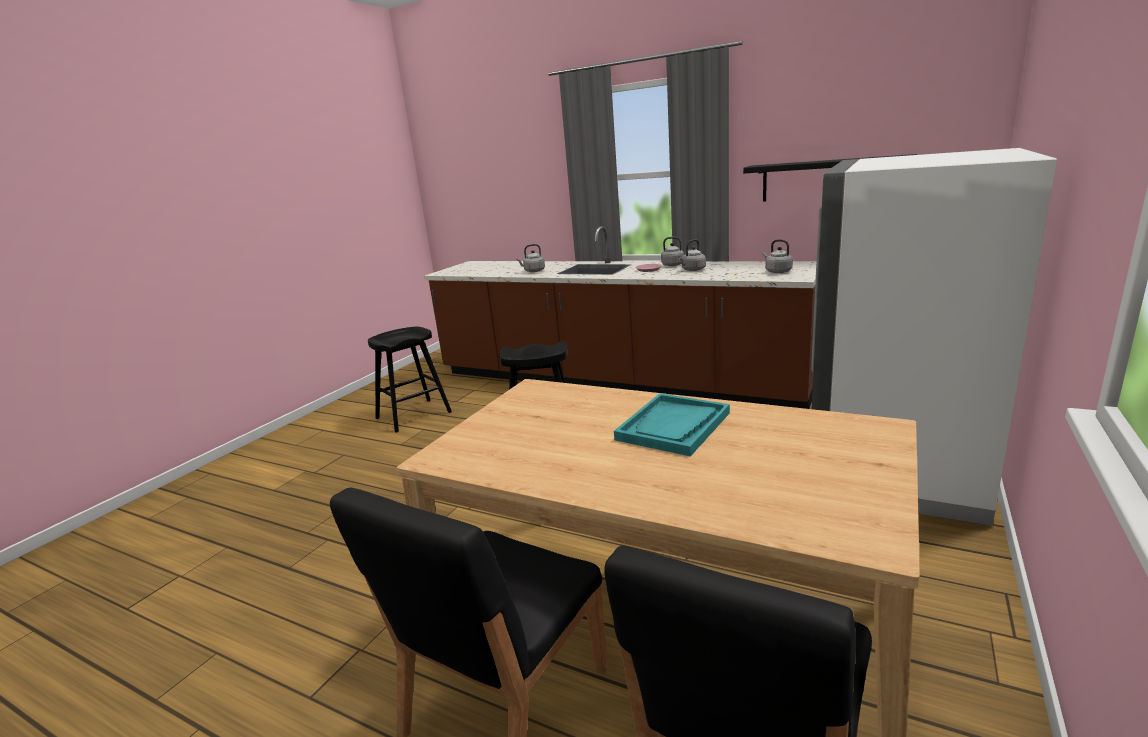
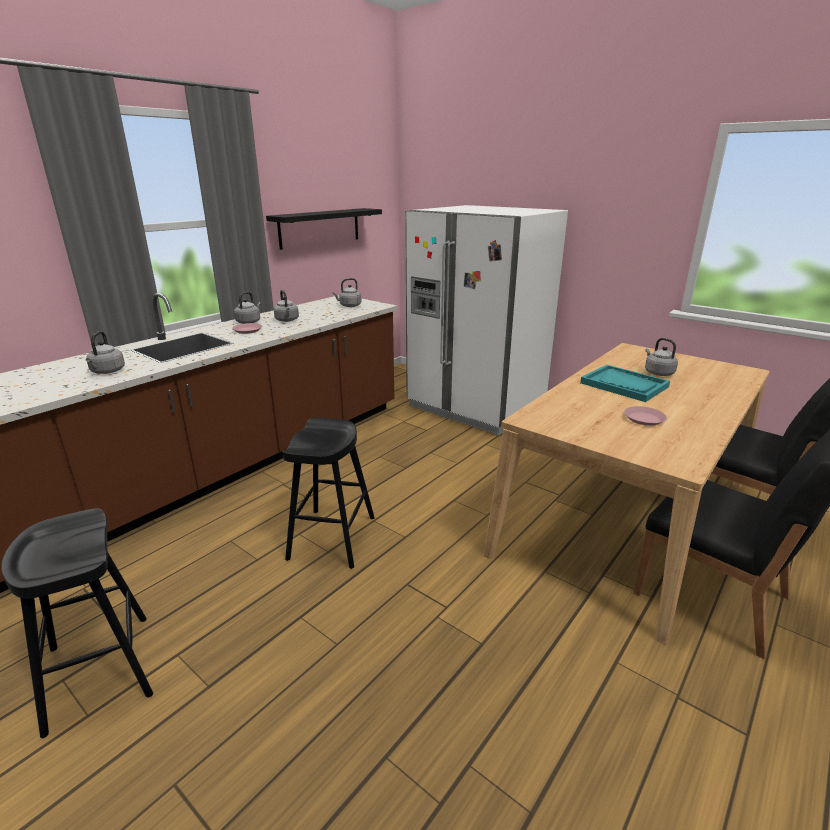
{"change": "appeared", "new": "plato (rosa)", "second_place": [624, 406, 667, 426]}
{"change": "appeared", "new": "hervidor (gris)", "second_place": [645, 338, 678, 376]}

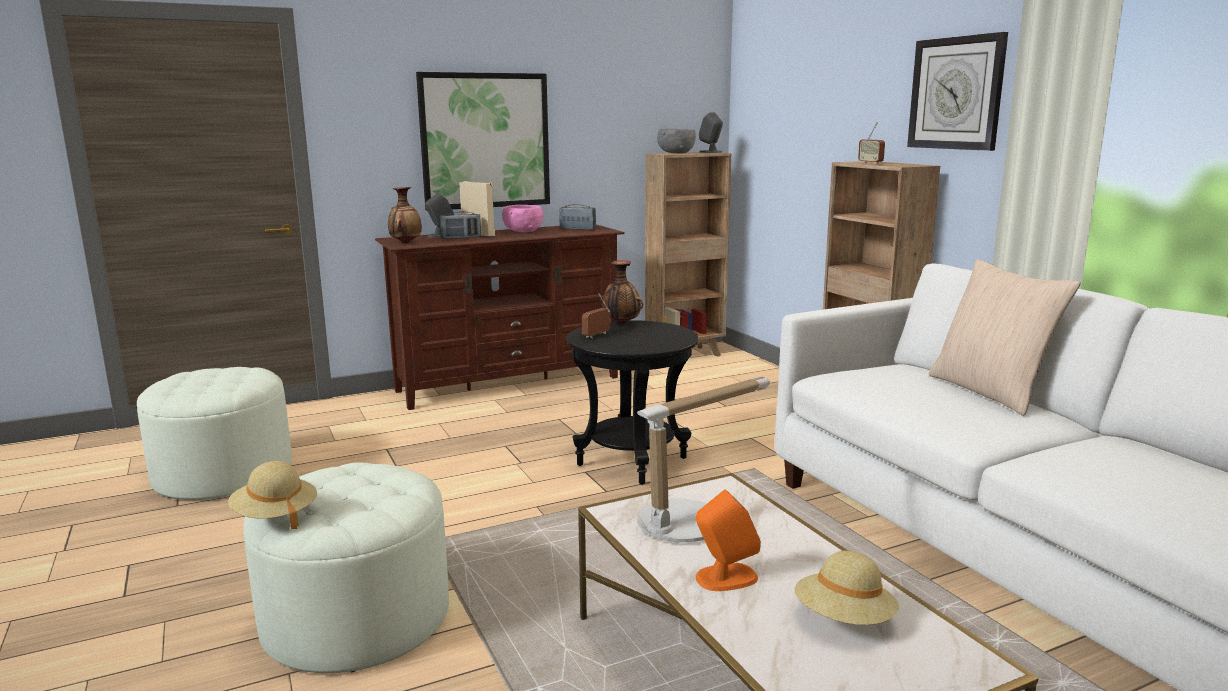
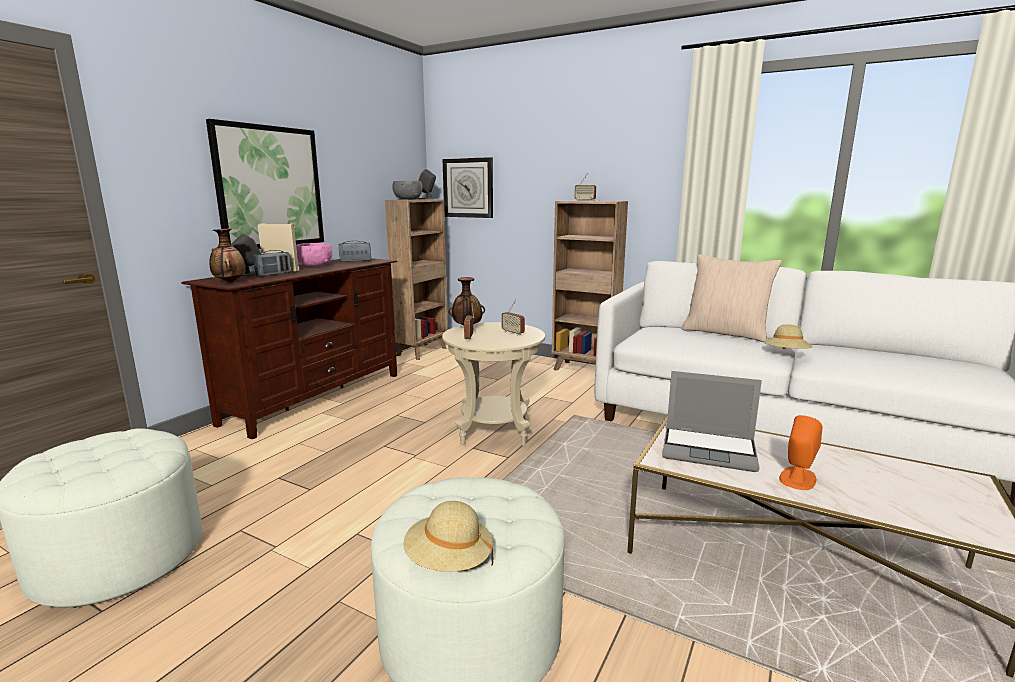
{"change": "colour", "old": "mesa auxiliar (negro)", "new": "mesa auxiliar (beis)", "first_place": [566, 320, 698, 485], "second_place": [442, 322, 545, 446]}
{"change": "exchanged", "old": "lámpara de mesa", "new": "portátil", "first_place": [637, 376, 770, 542], "second_place": [662, 371, 762, 472]}
{"change": "relocated", "old": "sombrero (beis)", "first_place": [795, 551, 899, 625], "second_place": [764, 324, 812, 349]}
{"change": "relocated", "old": "reloj de pared", "first_place": [907, 32, 1008, 151], "second_place": [442, 157, 493, 218]}
{"change": "appeared", "new": "radio", "second_place": [502, 300, 525, 335]}

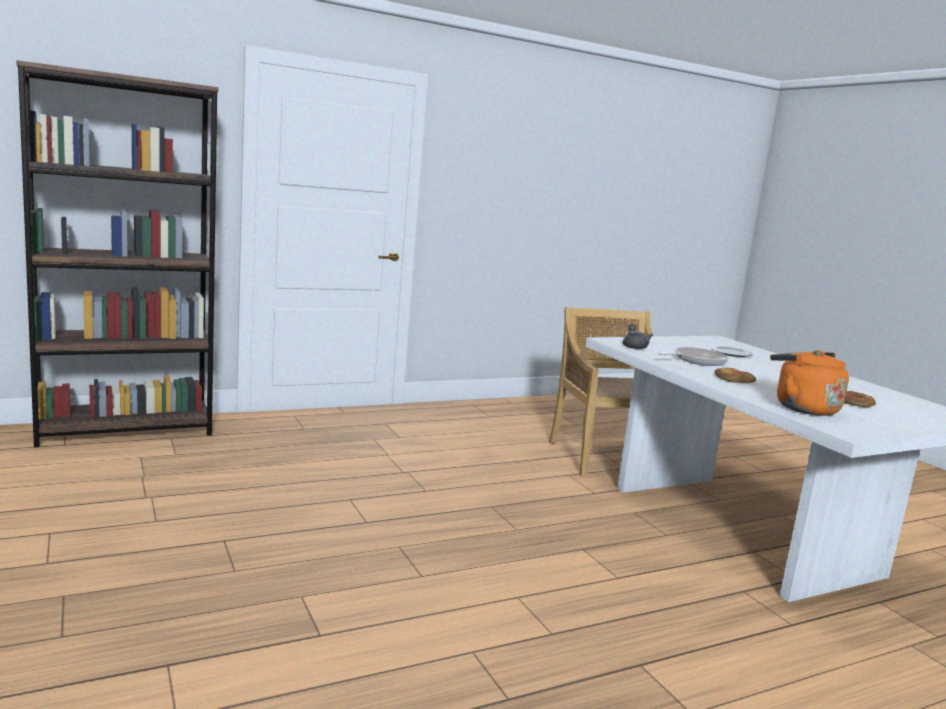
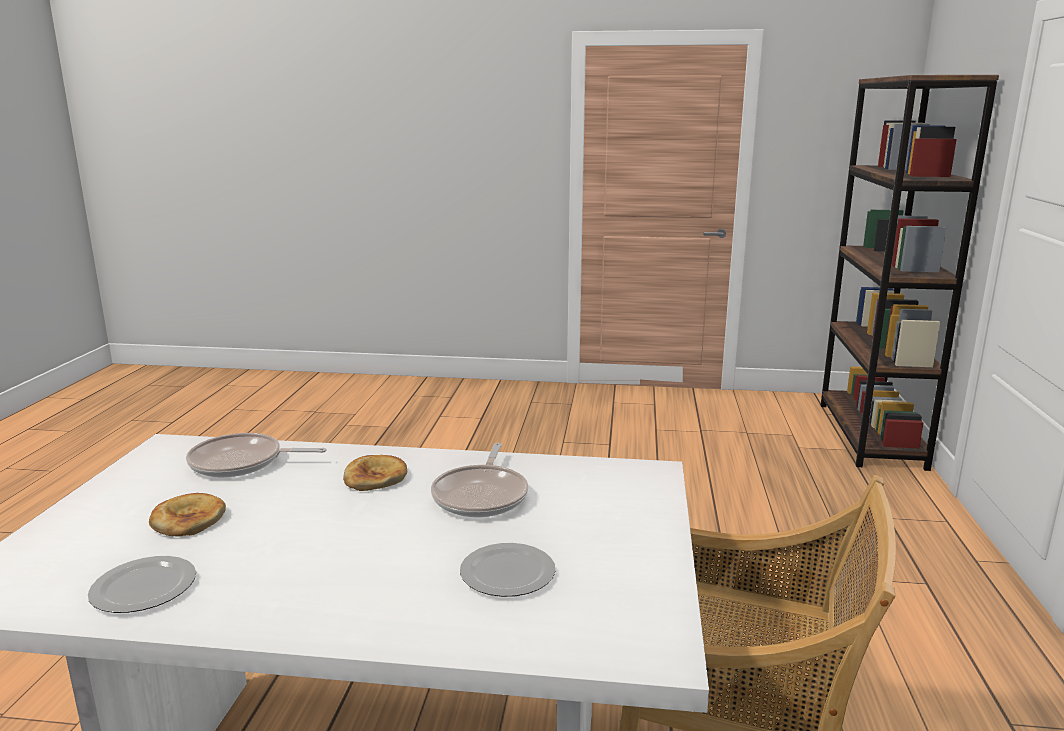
{"change": "missing", "old": "tetera (gris)", "first_place": [623, 324, 653, 349]}
{"change": "exchanged", "old": "hervidor (naranja)", "new": "sartén", "first_place": [770, 350, 849, 416], "second_place": [186, 433, 327, 478]}
{"change": "appeared", "new": "plato", "second_place": [88, 556, 196, 613]}

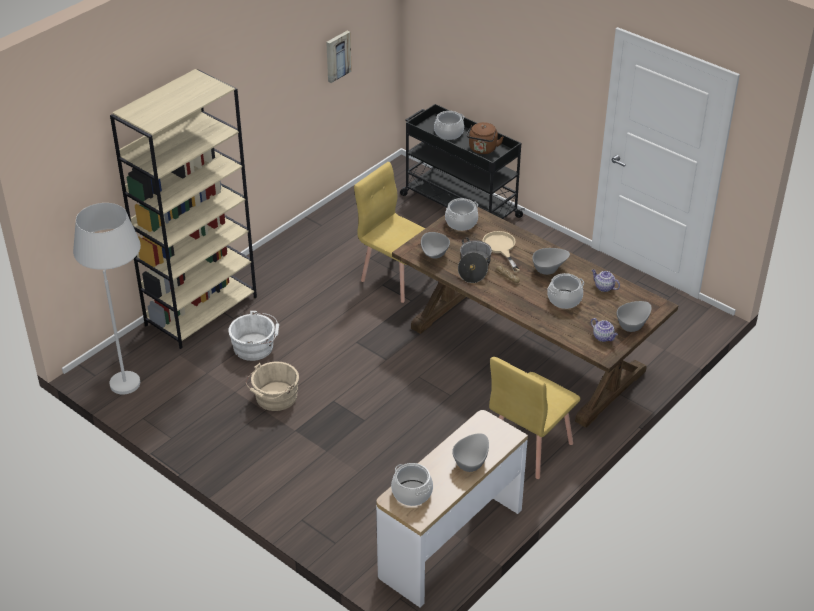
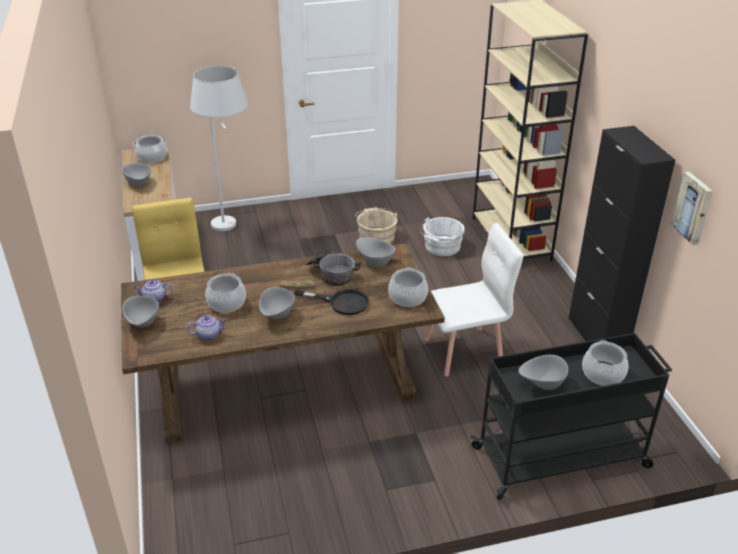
{"change": "relocated", "old": "lámpara de pie (blanco)", "first_place": [73, 203, 141, 394], "second_place": [190, 66, 248, 231]}
{"change": "colour", "old": "silla (amarillo)", "new": "silla (blanco)", "first_place": [354, 162, 426, 303], "second_place": [425, 223, 523, 377]}
{"change": "exchanged", "old": "hervidor (marrón)", "new": "cuenco (gris)", "first_place": [467, 122, 504, 154], "second_place": [519, 355, 568, 390]}
{"change": "colour", "old": "sartén (beis)", "new": "sartén (negro)", "first_place": [482, 231, 520, 272], "second_place": [294, 289, 369, 315]}
{"change": "appeared", "new": "armario (negro)", "second_place": [569, 126, 675, 341]}

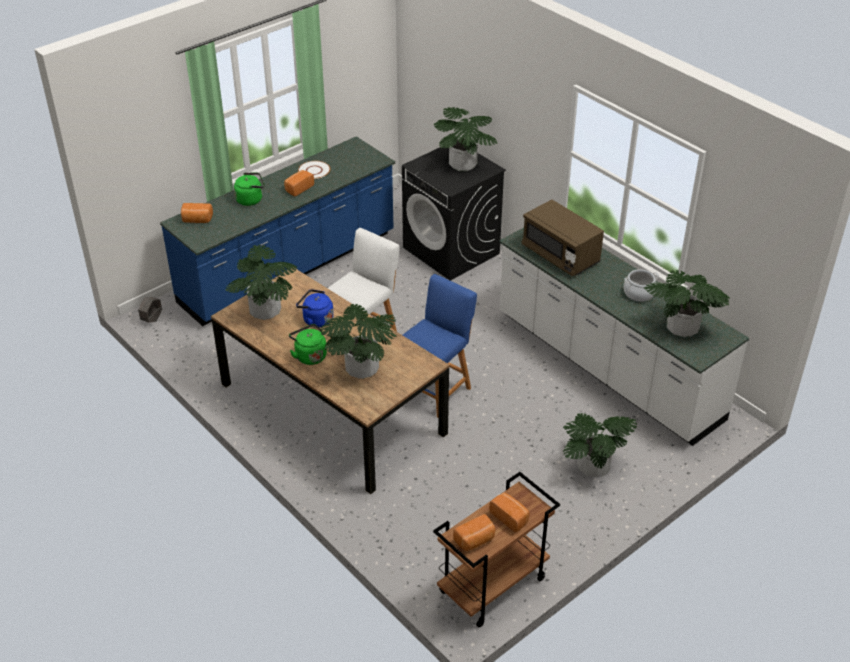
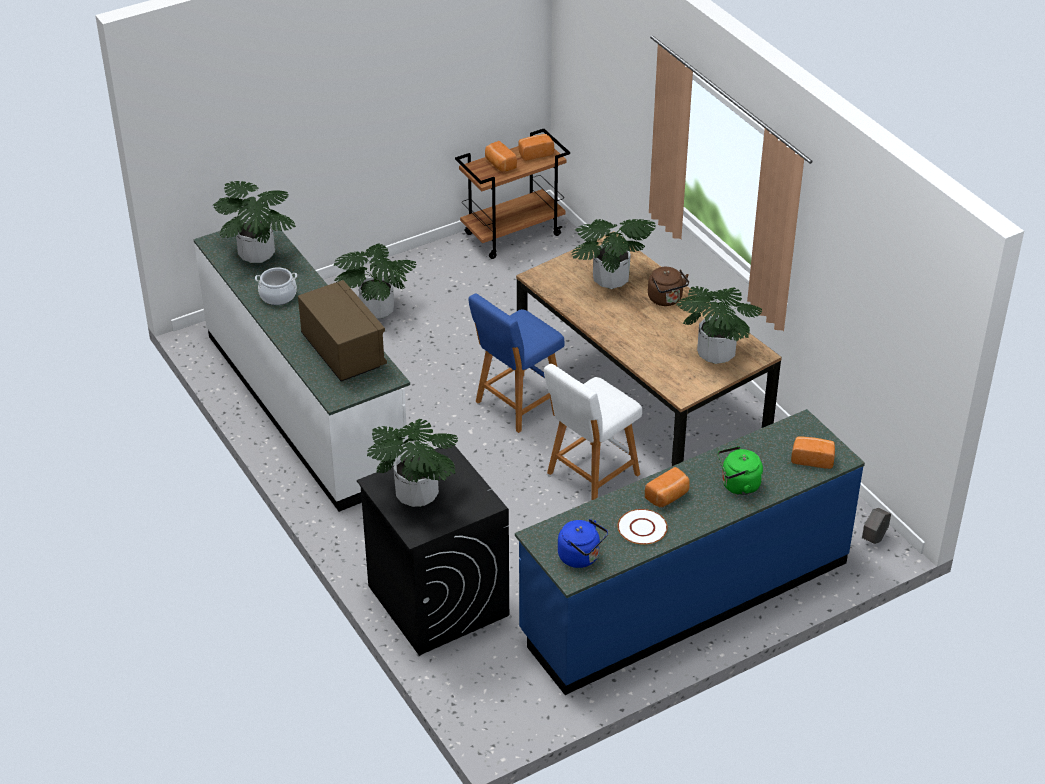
{"change": "colour", "old": "hervidor (verde)", "new": "hervidor (marrón)", "first_place": [289, 324, 327, 365], "second_place": [648, 267, 689, 306]}
{"change": "relocated", "old": "hervidor (azul)", "first_place": [296, 289, 334, 328], "second_place": [558, 519, 608, 568]}

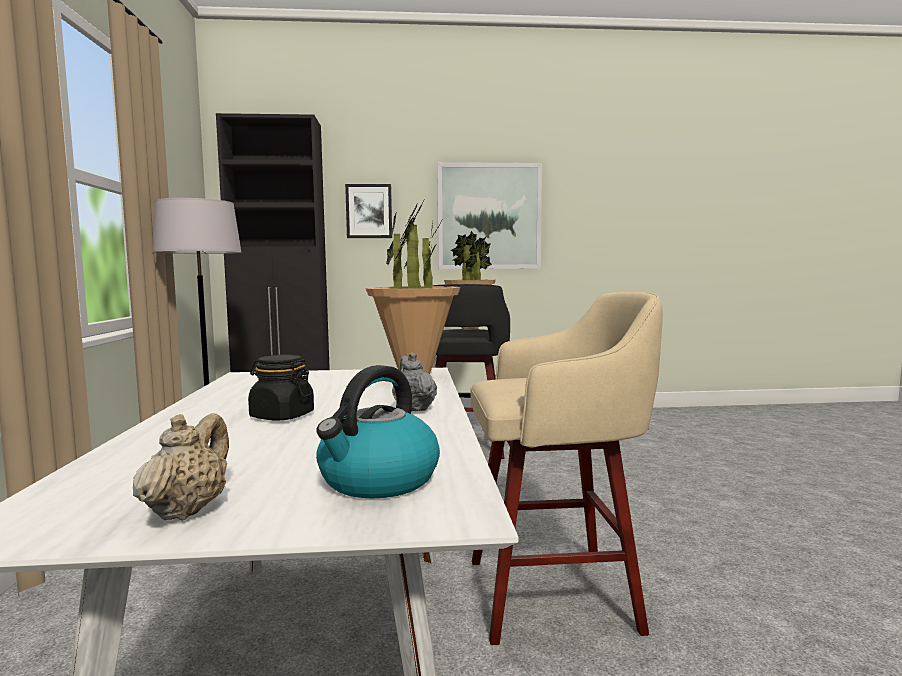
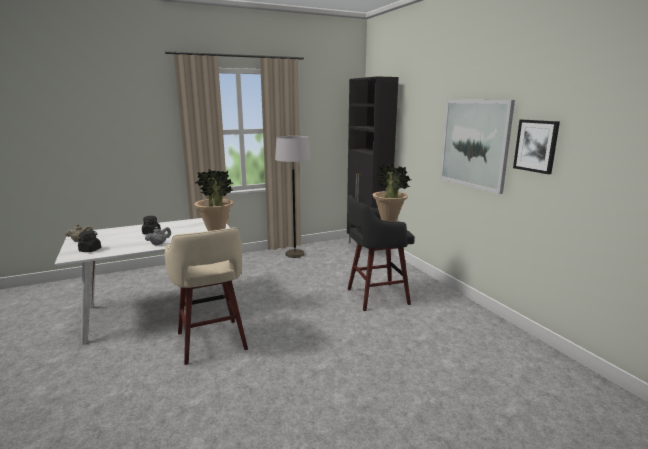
{"change": "exchanged", "old": "hervidor", "new": "tarro (negro)", "first_place": [316, 365, 440, 498], "second_place": [78, 230, 101, 252]}
{"change": "relocated", "old": "cuadro", "first_place": [345, 184, 392, 238], "second_place": [513, 120, 560, 174]}

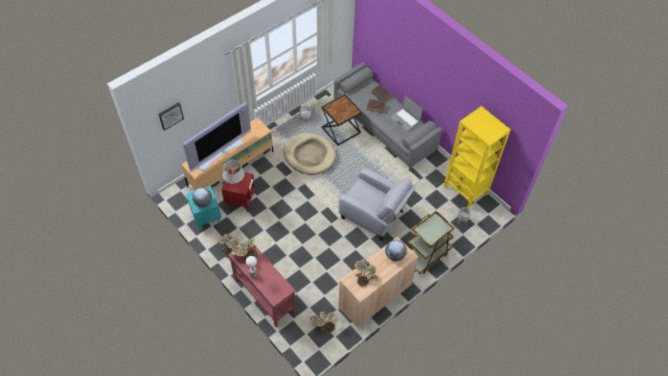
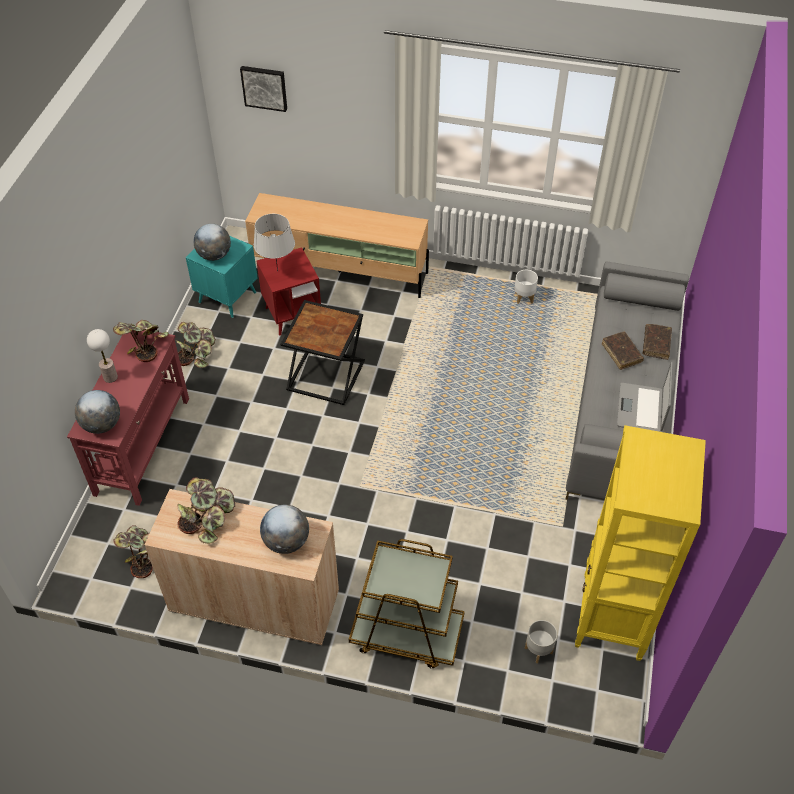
{"change": "missing", "old": "televisor", "first_place": [183, 102, 251, 172]}
{"change": "missing", "old": "cama para perro (beis)", "first_place": [284, 133, 336, 175]}
{"change": "relocated", "old": "mesa auxiliar (negro)", "first_place": [321, 94, 363, 146], "second_place": [280, 300, 365, 405]}
{"change": "missing", "old": "sillón (gris)", "first_place": [339, 168, 416, 241]}
{"change": "appeared", "new": "globo terráqueo", "second_place": [75, 390, 120, 434]}

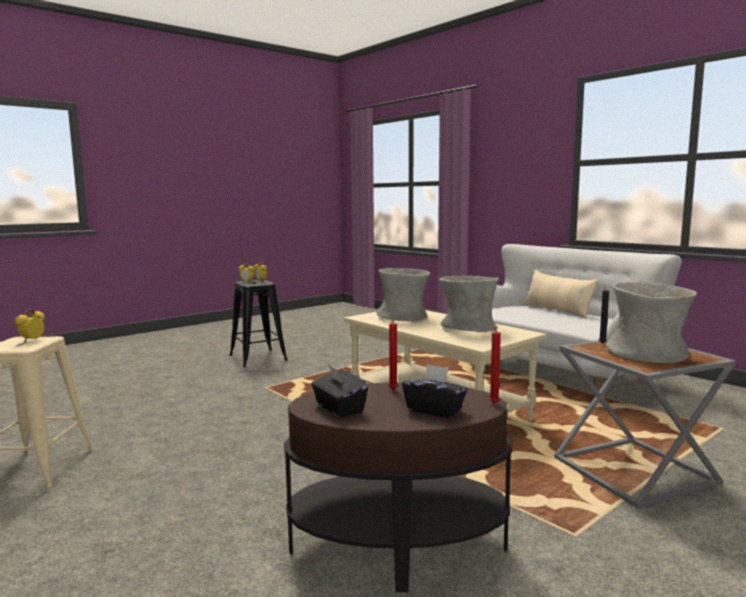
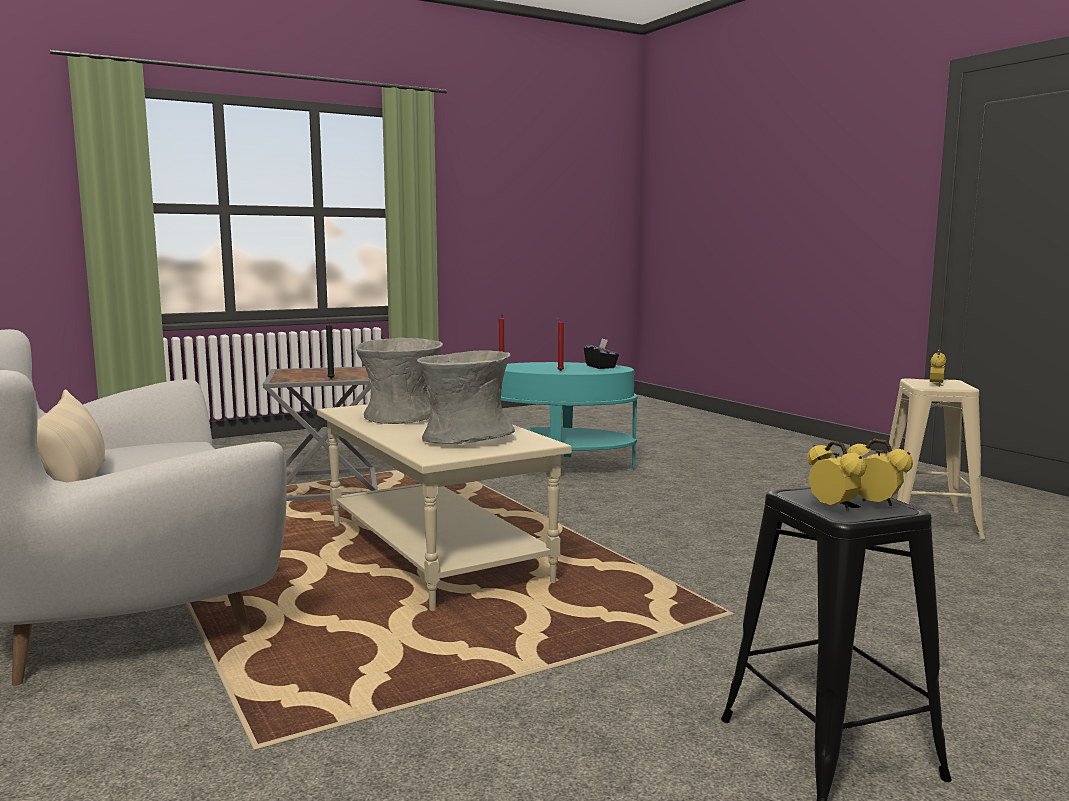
{"change": "colour", "old": "mesa auxiliar (marrón)", "new": "mesa auxiliar (turquesa)", "first_place": [284, 382, 512, 592], "second_place": [501, 362, 638, 480]}
{"change": "missing", "old": "caja de pañuelos (negro)", "first_place": [402, 364, 467, 418]}
{"change": "missing", "old": "florero (gris)", "first_place": [606, 282, 697, 363]}

